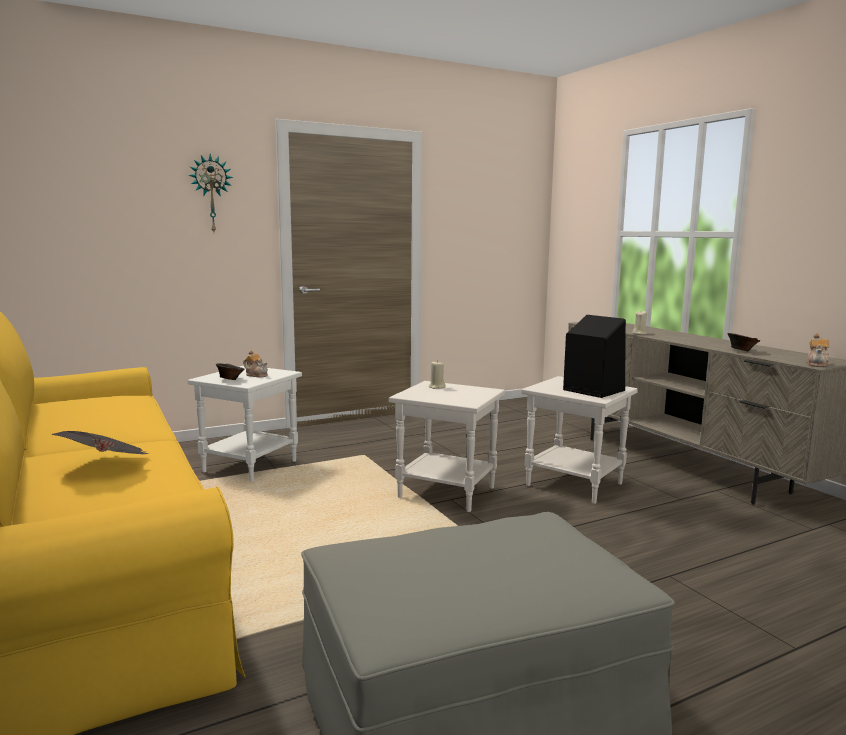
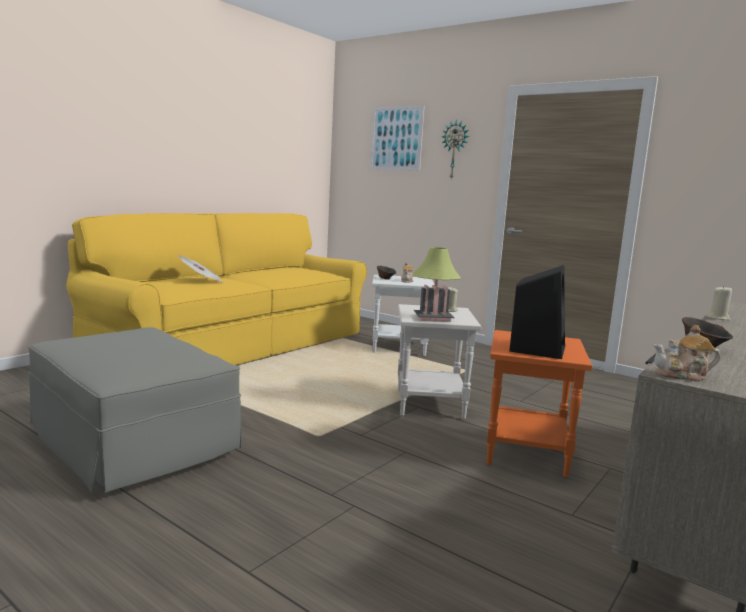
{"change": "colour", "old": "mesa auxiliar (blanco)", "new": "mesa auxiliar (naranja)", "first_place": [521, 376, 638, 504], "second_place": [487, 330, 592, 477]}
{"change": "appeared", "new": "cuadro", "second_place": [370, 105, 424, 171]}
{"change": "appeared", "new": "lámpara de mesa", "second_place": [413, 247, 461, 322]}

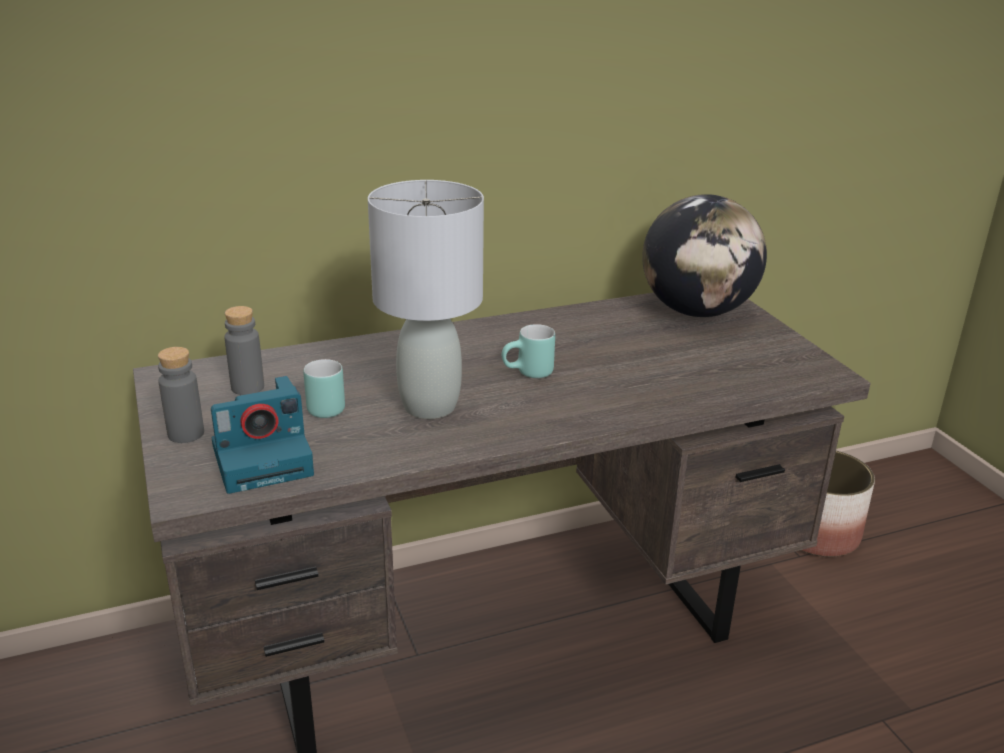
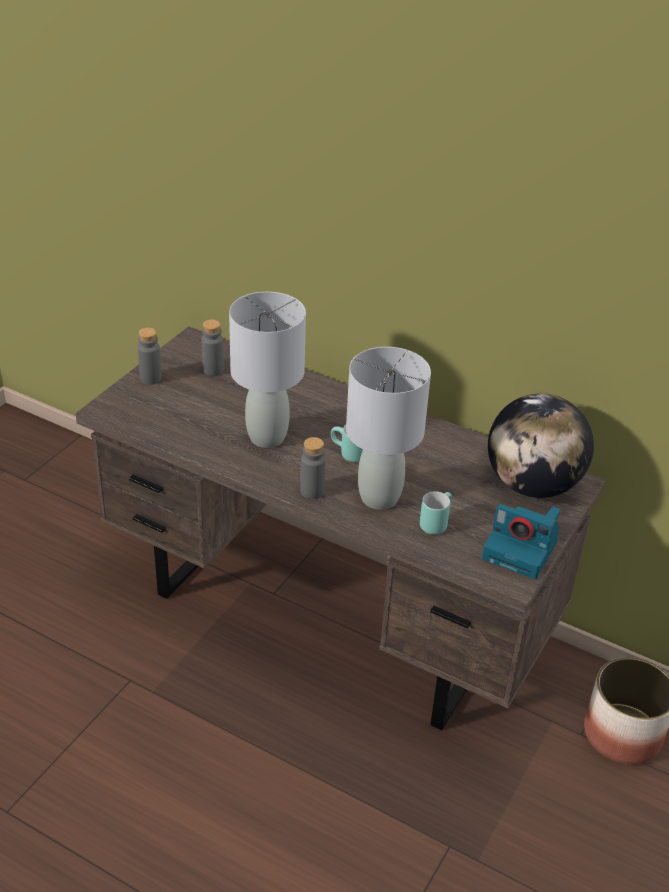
{"change": "relocated", "old": "cámara", "first_place": [211, 376, 314, 494], "second_place": [482, 504, 560, 579]}
{"change": "relocated", "old": "taza grande (turquesa)", "first_place": [303, 359, 345, 418], "second_place": [420, 491, 452, 535]}
{"change": "appeared", "new": "botella (gris)", "second_place": [300, 437, 326, 499]}
{"change": "appeared", "new": "lámpara de mesa (gris)", "second_place": [346, 347, 431, 510]}

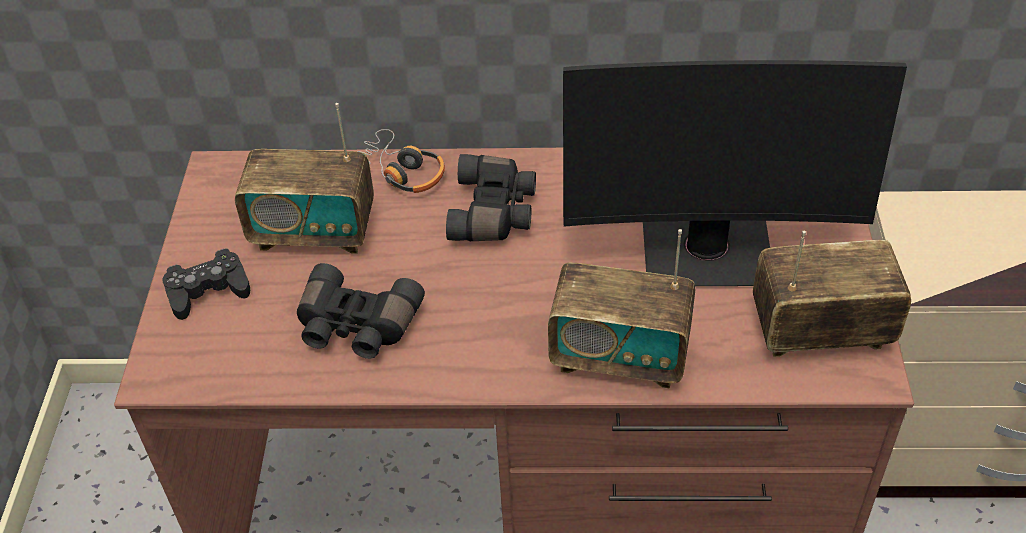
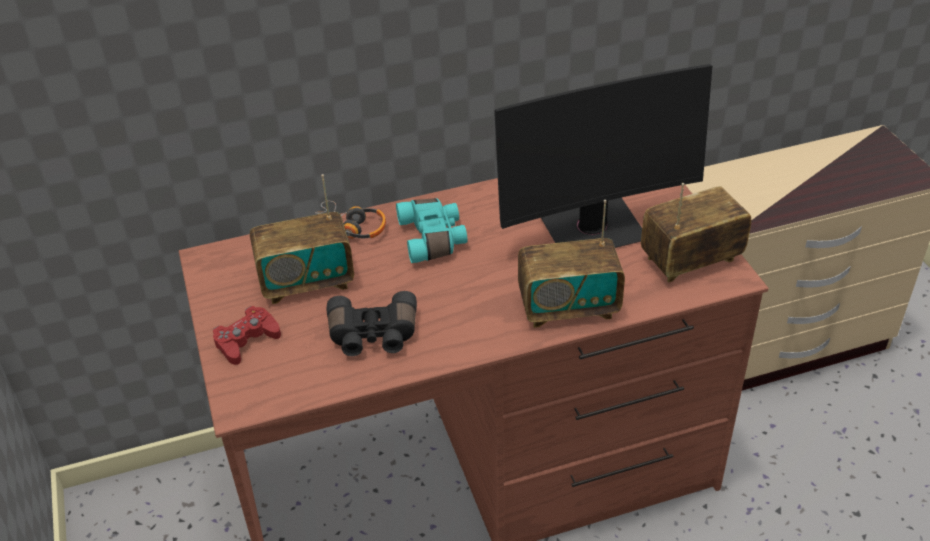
{"change": "colour", "old": "mando de consola (negro)", "new": "mando de consola (rojo)", "first_place": [162, 248, 250, 320], "second_place": [213, 306, 281, 365]}
{"change": "colour", "old": "prismáticos (negro)", "new": "prismáticos (turquesa)", "first_place": [446, 154, 536, 241], "second_place": [396, 198, 468, 263]}

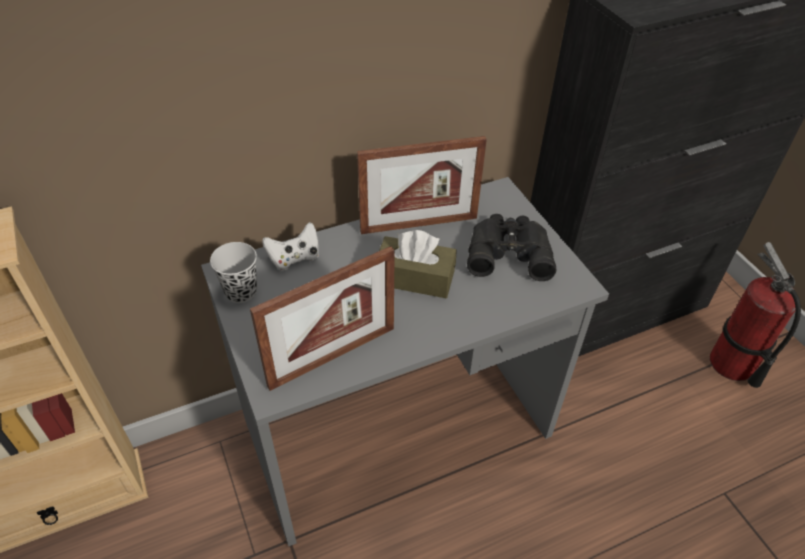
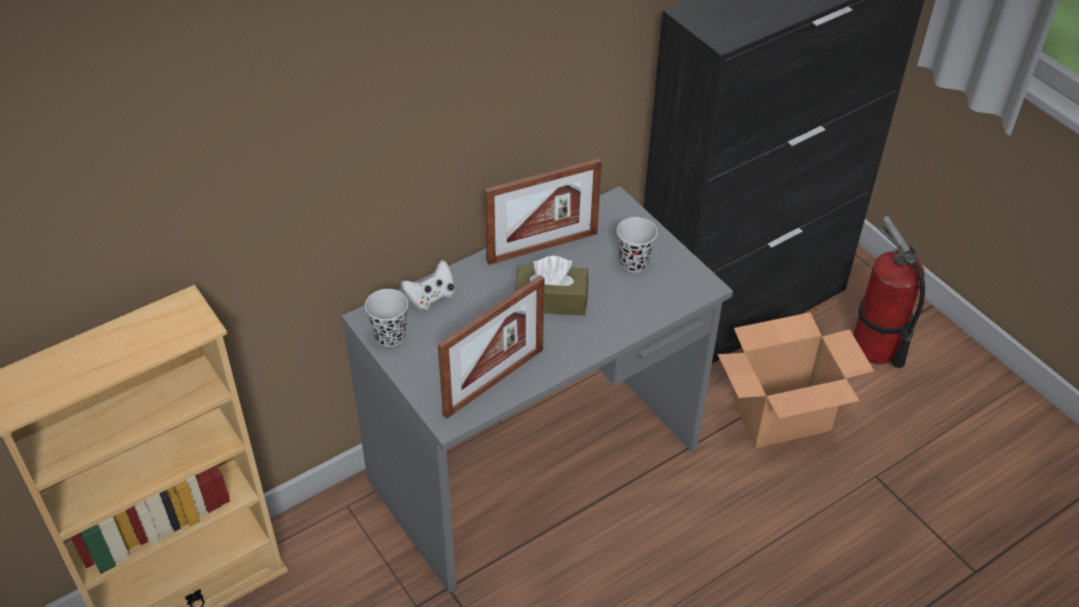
{"change": "exchanged", "old": "prismáticos (negro)", "new": "taza (negro)", "first_place": [467, 214, 557, 281], "second_place": [617, 217, 657, 273]}
{"change": "appeared", "new": "caja de cartón", "second_place": [718, 312, 874, 448]}

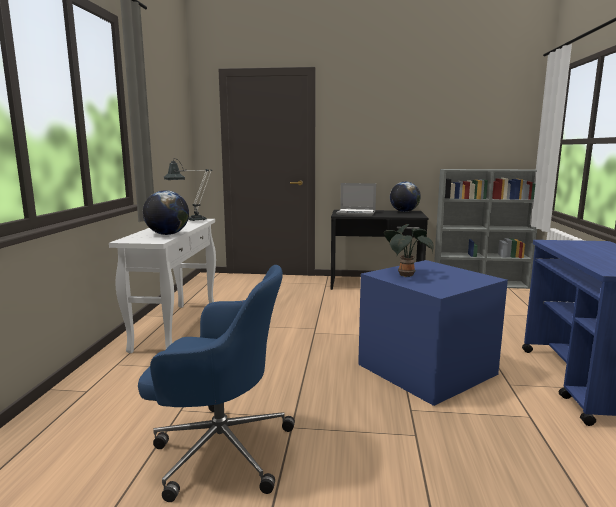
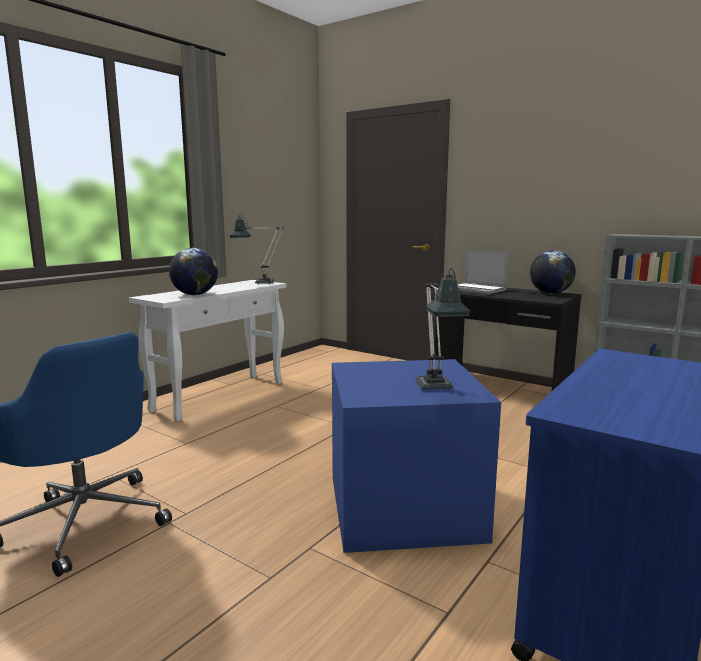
{"change": "missing", "old": "planta en maceta", "first_place": [383, 224, 433, 277]}
{"change": "appeared", "new": "lámpara de mesa", "second_place": [416, 268, 470, 390]}

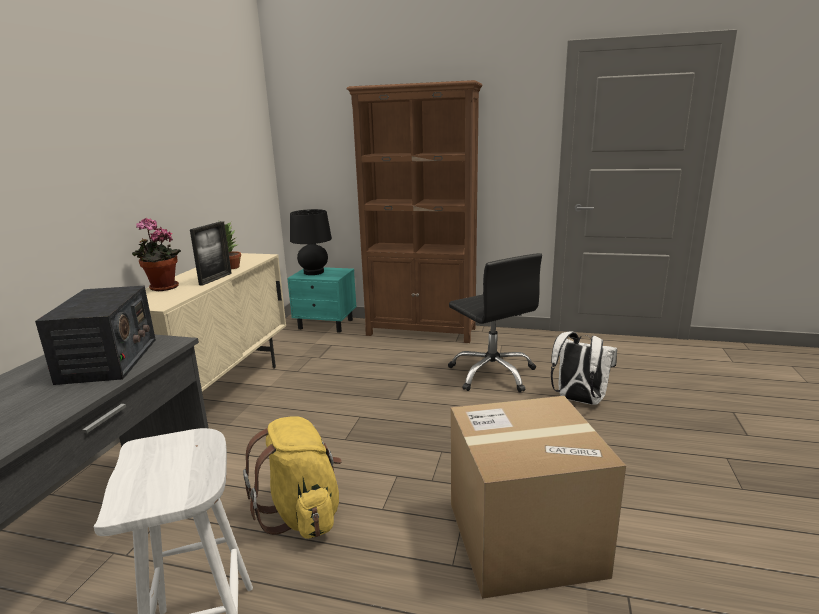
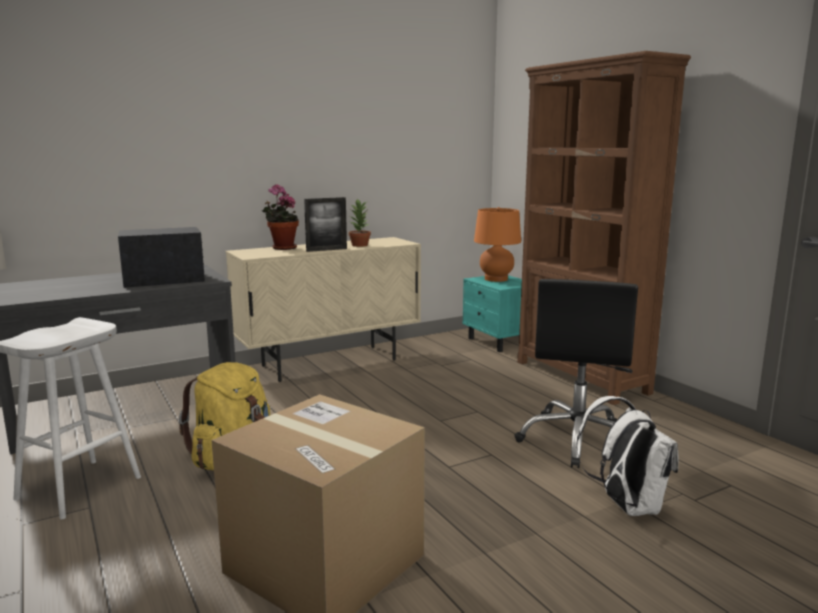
{"change": "spun", "old": "radio", "first_place": [35, 285, 156, 385], "second_place": [118, 227, 205, 288], "degrees": -150}
{"change": "colour", "old": "lámpara de mesa (negro)", "new": "lámpara de mesa (naranja)", "first_place": [290, 209, 332, 275], "second_place": [474, 207, 521, 282]}

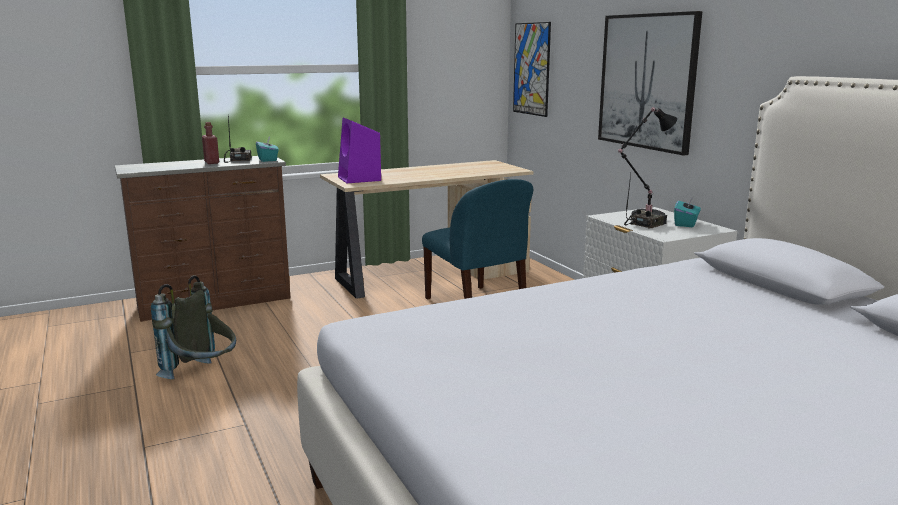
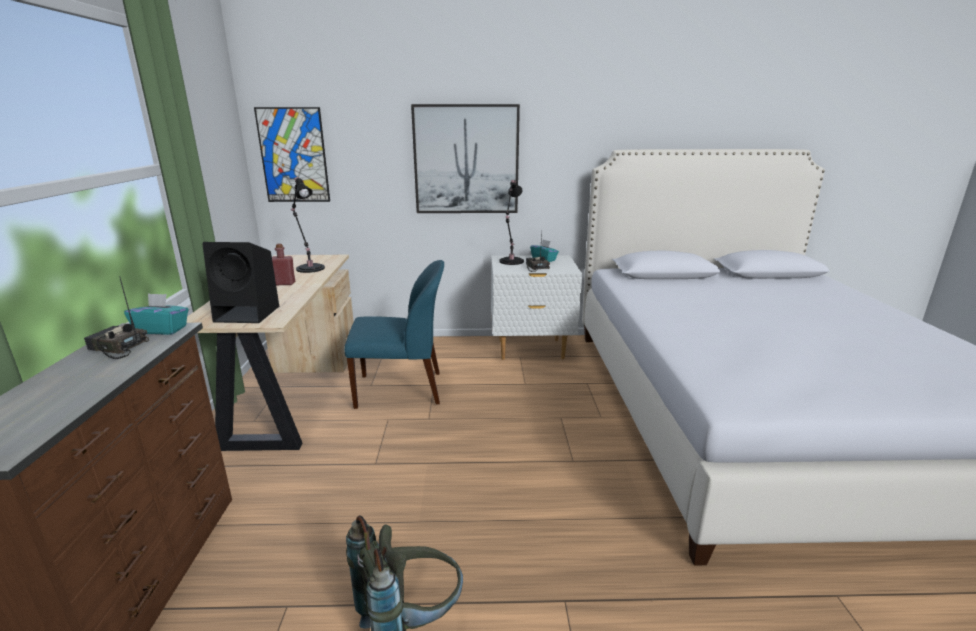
{"change": "relocated", "old": "botella (rojo)", "first_place": [202, 122, 219, 164], "second_place": [272, 244, 295, 285]}
{"change": "colour", "old": "altavoz (morado)", "new": "altavoz (negro)", "first_place": [338, 118, 381, 183], "second_place": [202, 242, 279, 323]}
{"change": "appeared", "new": "lámpara de mesa (negro)", "second_place": [290, 177, 325, 273]}

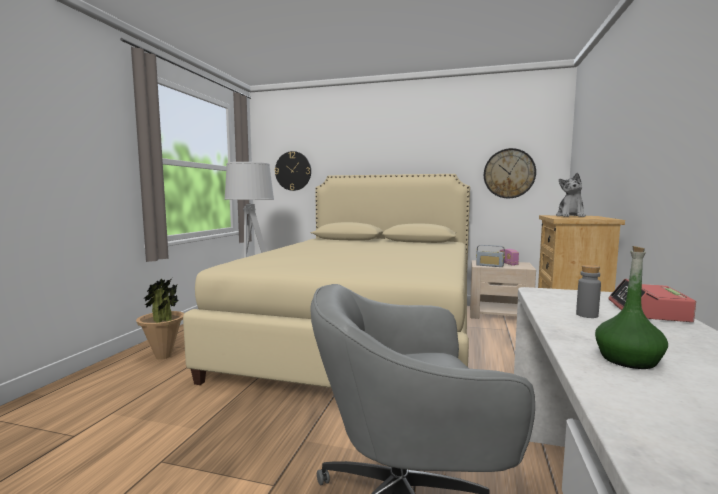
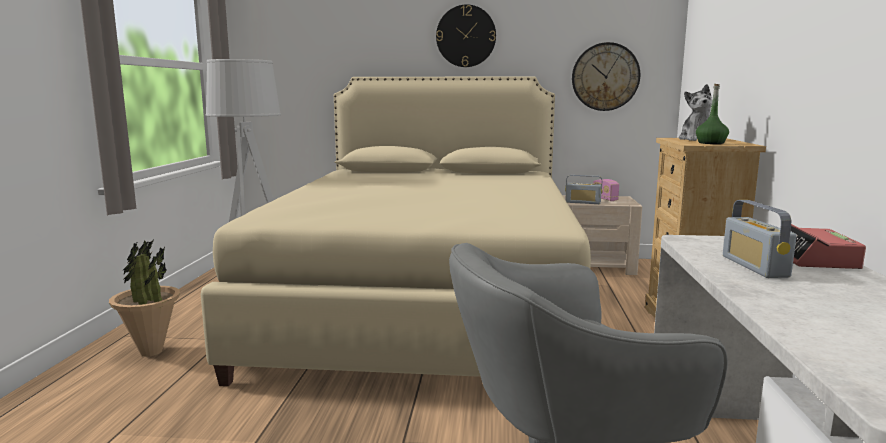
{"change": "relocated", "old": "reloj de pared", "first_place": [275, 151, 311, 191], "second_place": [436, 4, 496, 67]}
{"change": "exchanged", "old": "botella (gris)", "new": "radio", "first_place": [576, 265, 601, 318], "second_place": [723, 200, 796, 278]}
{"change": "relocated", "old": "botella (verde)", "first_place": [595, 246, 668, 369], "second_place": [696, 84, 729, 144]}

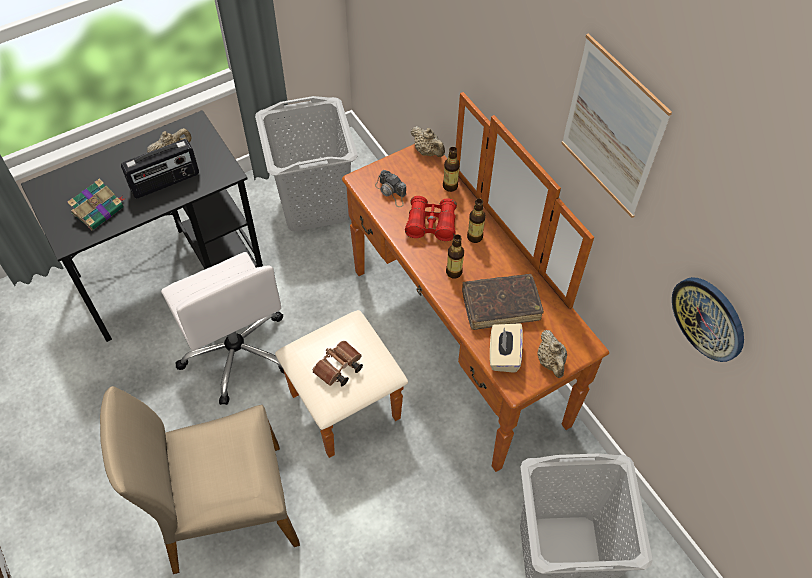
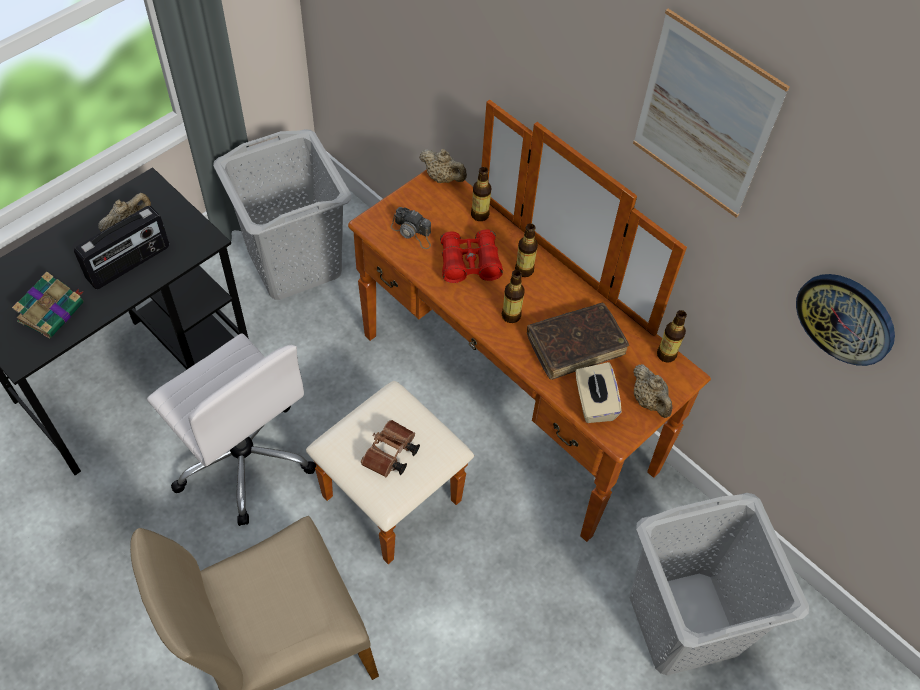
{"change": "appeared", "new": "botella", "second_place": [657, 310, 687, 363]}

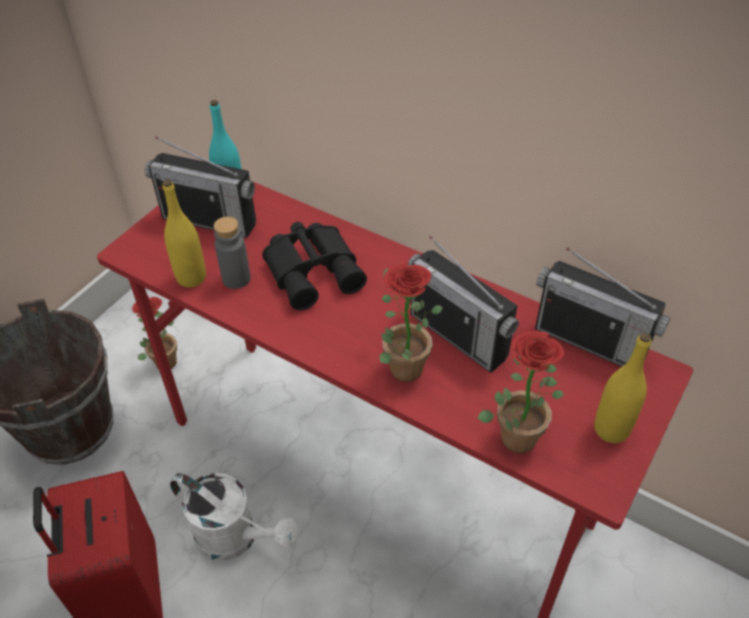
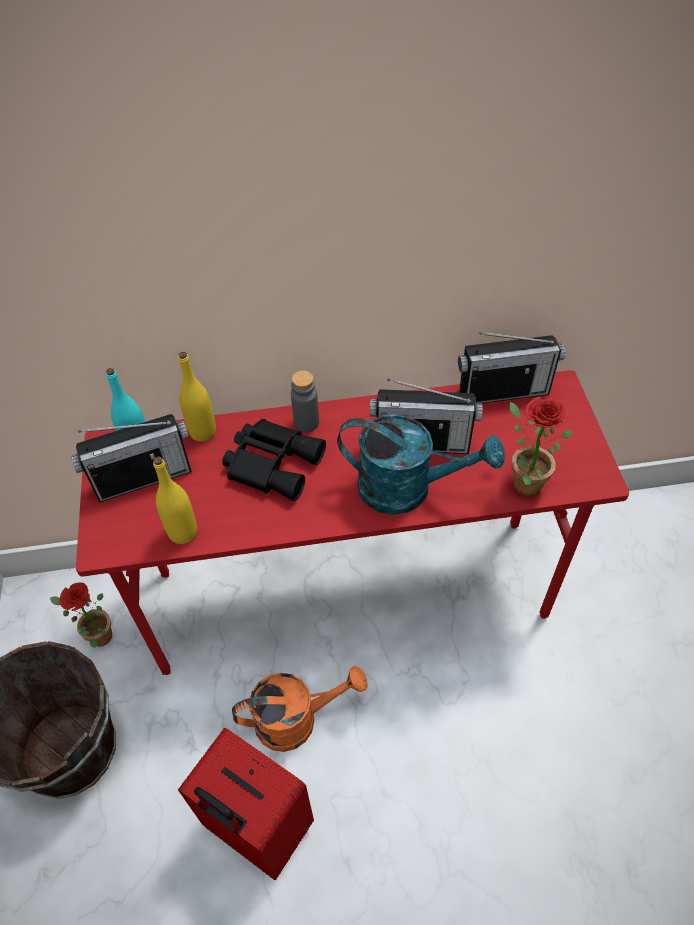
{"change": "colour", "old": "regadera (blanco)", "new": "regadera (naranja)", "first_place": [170, 473, 299, 561], "second_place": [232, 666, 368, 752]}
{"change": "relocated", "old": "botella (gris)", "first_place": [214, 217, 251, 289], "second_place": [291, 370, 319, 432]}
{"change": "exchanged", "old": "planta en maceta", "new": "regadera (turquesa)", "first_place": [379, 262, 443, 382], "second_place": [337, 414, 505, 515]}
{"change": "relocated", "old": "botella (amarillo)", "first_place": [594, 333, 651, 443], "second_place": [178, 352, 216, 442]}

